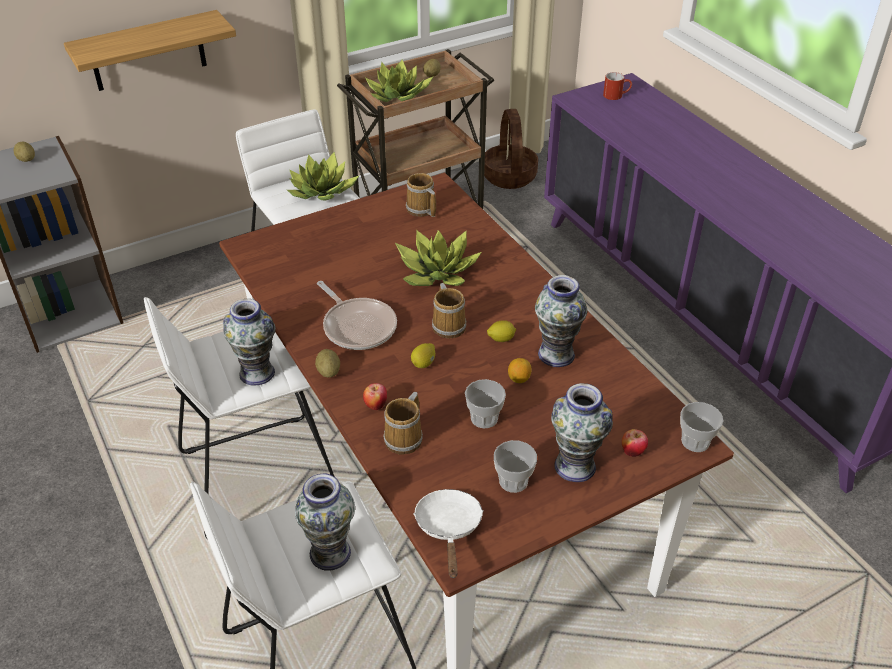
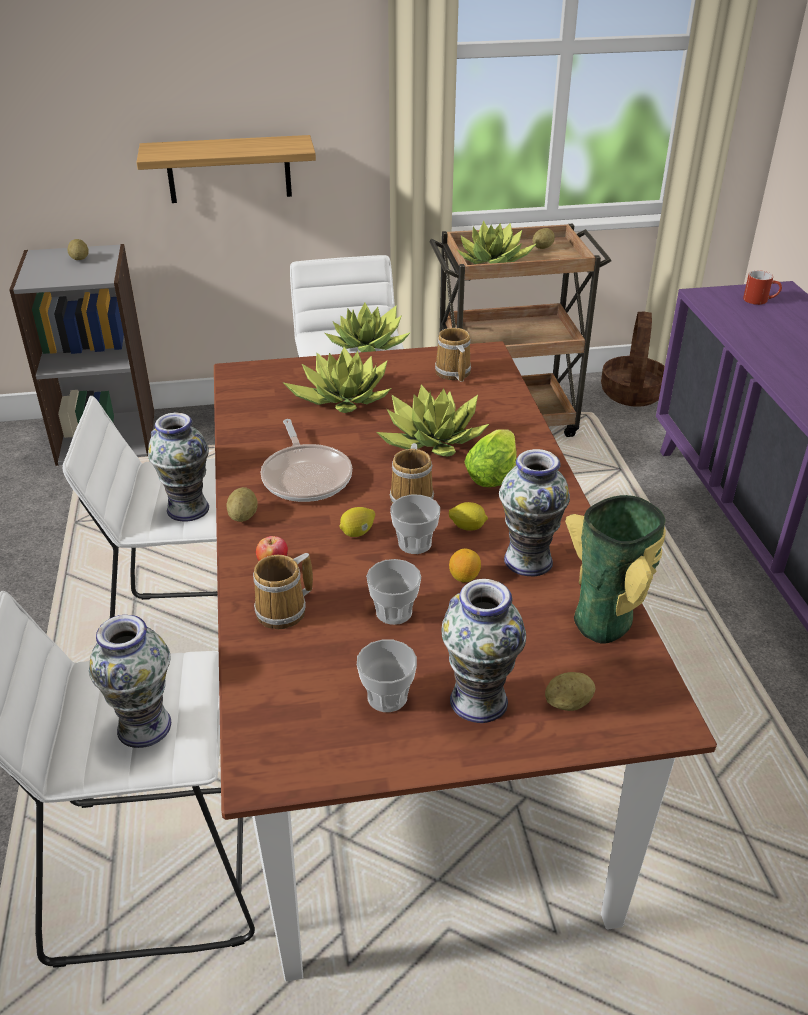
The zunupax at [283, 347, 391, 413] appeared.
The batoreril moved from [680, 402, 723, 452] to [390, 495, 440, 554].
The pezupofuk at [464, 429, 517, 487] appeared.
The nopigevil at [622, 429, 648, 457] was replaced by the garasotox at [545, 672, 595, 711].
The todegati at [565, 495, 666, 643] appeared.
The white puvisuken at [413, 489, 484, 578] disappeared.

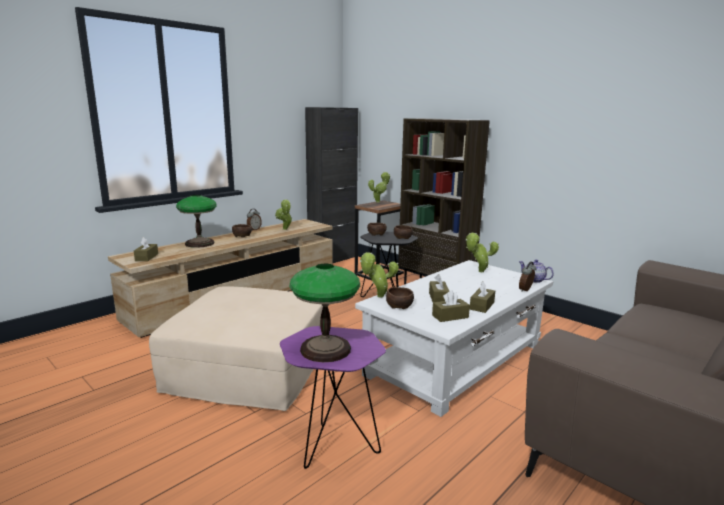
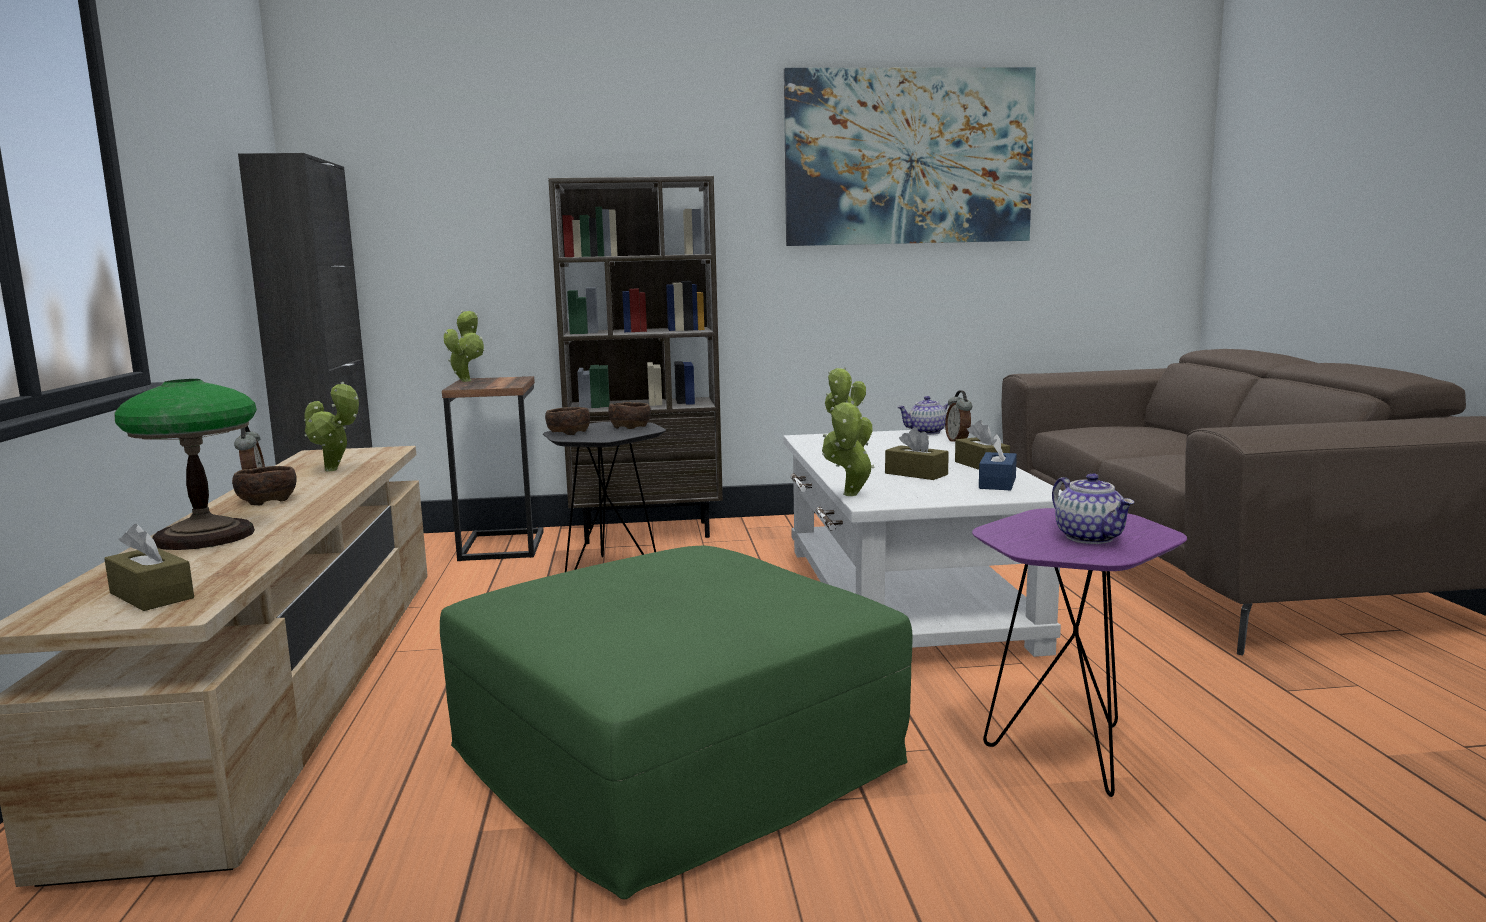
The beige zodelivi at [149, 286, 323, 411] became the green zodelivi at [440, 546, 912, 899].
The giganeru at [784, 67, 1036, 246] appeared.
The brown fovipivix at [432, 290, 470, 322] became the blue fovipivix at [979, 434, 1017, 491].
The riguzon at [290, 264, 360, 362] was replaced by the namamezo at [1052, 473, 1134, 544].
The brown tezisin at [386, 287, 414, 309] disappeared.

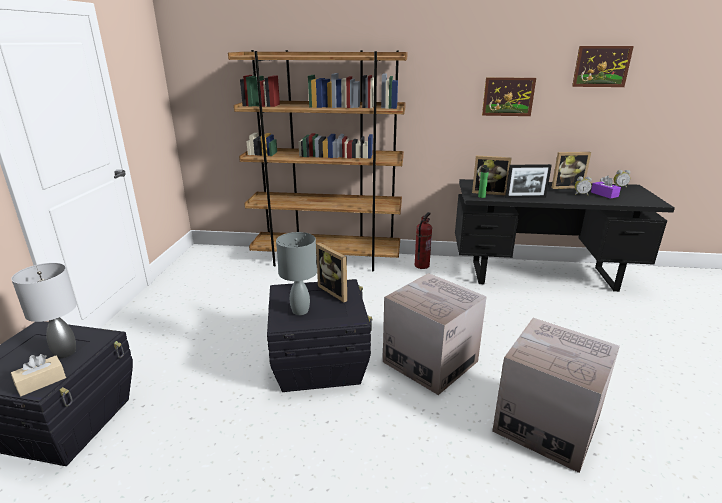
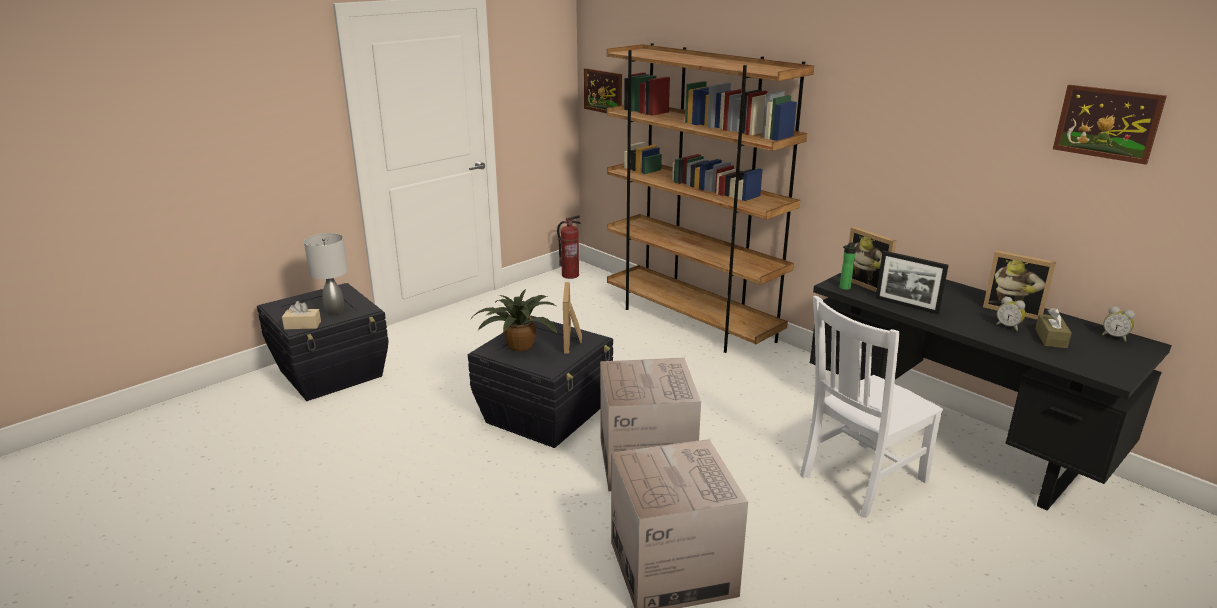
The grey riguzon at [276, 232, 317, 315] was replaced by the zunupax at [471, 289, 557, 351].
The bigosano moved from [414, 212, 432, 269] to [557, 215, 581, 279].
The giganeru moved from [482, 77, 536, 116] to [584, 68, 622, 113].
The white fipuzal at [800, 296, 943, 518] appeared.
The purple fovipivix at [591, 176, 621, 199] became the brown fovipivix at [1035, 308, 1072, 348].

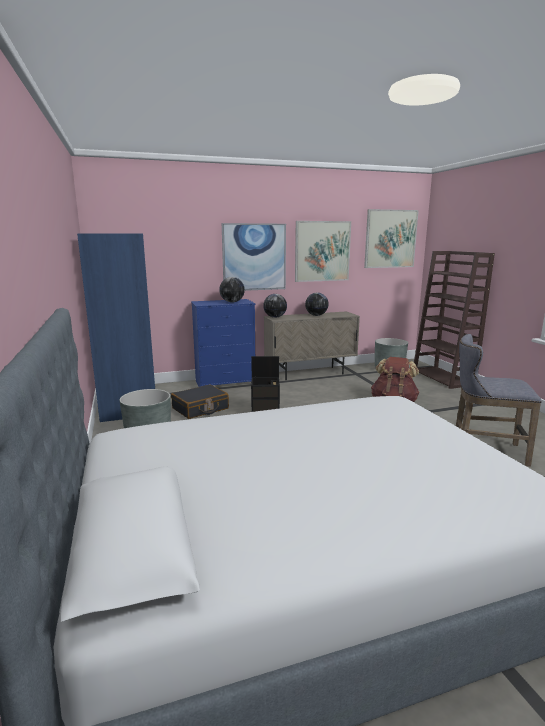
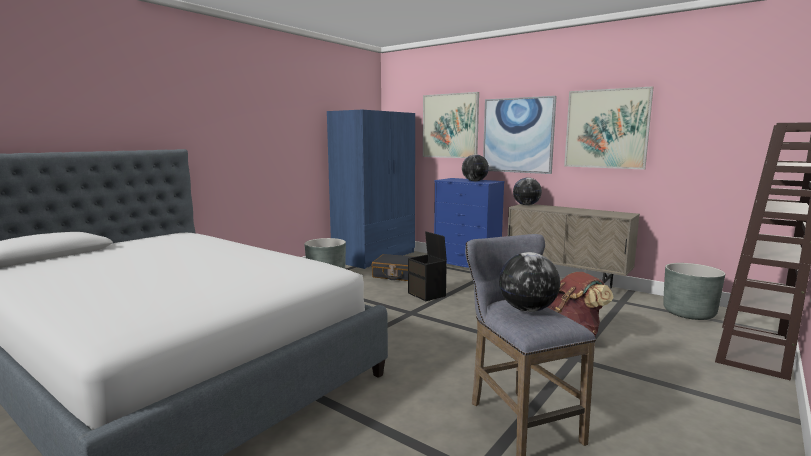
The giganeru moved from [364, 209, 419, 268] to [423, 92, 479, 158].
The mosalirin moved from [305, 293, 329, 316] to [499, 252, 560, 312].

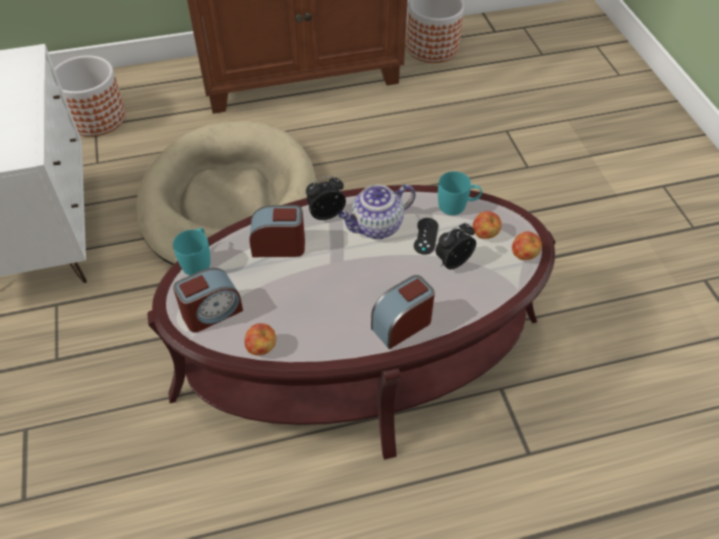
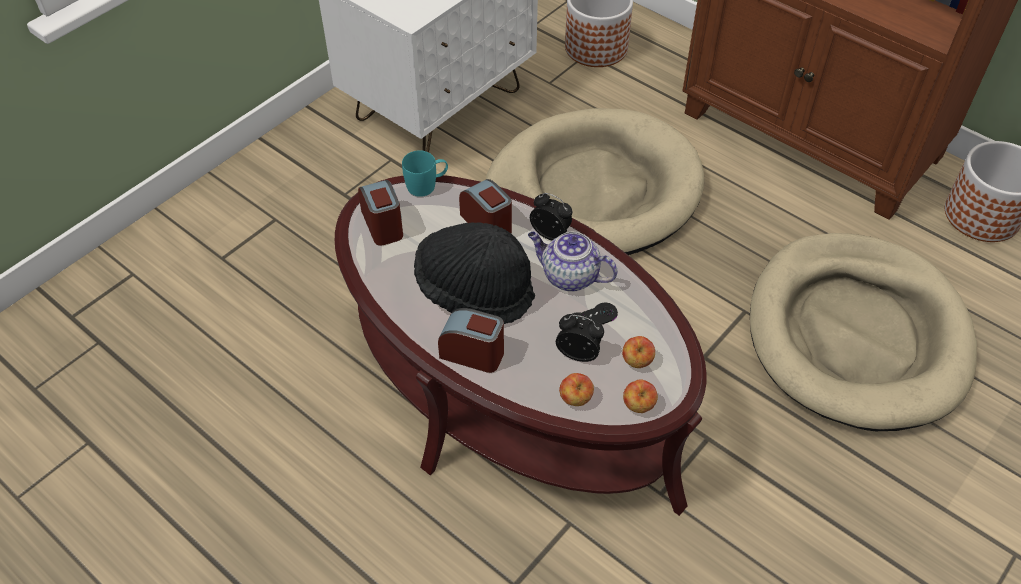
The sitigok at [173, 268, 243, 332] turned 135 degrees counterclockwise.
The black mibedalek at [414, 222, 535, 324] appeared.
The nopigevil moved from [244, 323, 276, 356] to [559, 373, 594, 406].
The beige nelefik at [750, 233, 977, 431] appeared.
The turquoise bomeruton at [438, 171, 482, 215] disappeared.

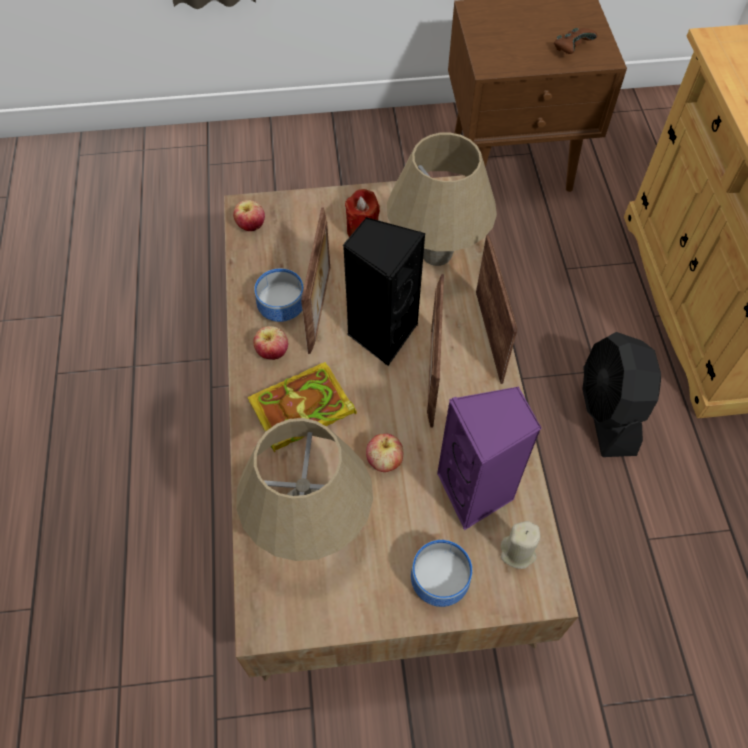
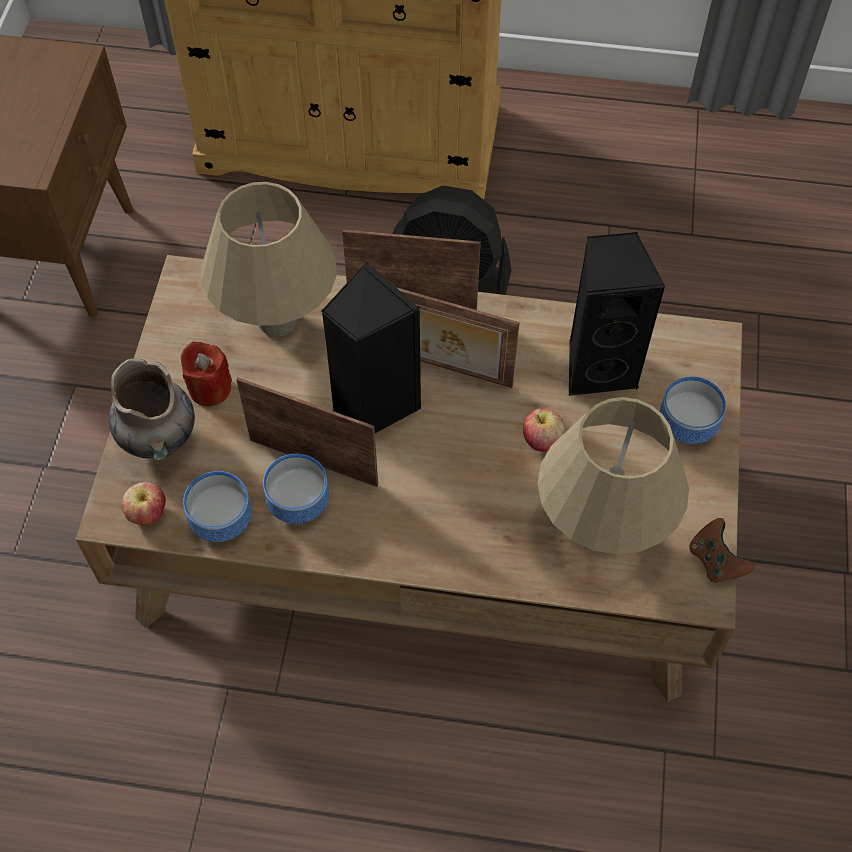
The grey todegati at [109, 359, 195, 460] appeared.
The tezisin at [183, 471, 252, 542] appeared.
The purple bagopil at [437, 387, 542, 530] became the black bagopil at [569, 232, 665, 396].
The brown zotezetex moved from [554, 28, 597, 54] to [689, 518, 755, 583].
The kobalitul at [248, 362, 357, 452] disappeared.
The nopigevil at [253, 326, 288, 360] disappeared.
The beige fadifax at [501, 521, 540, 569] disappeared.

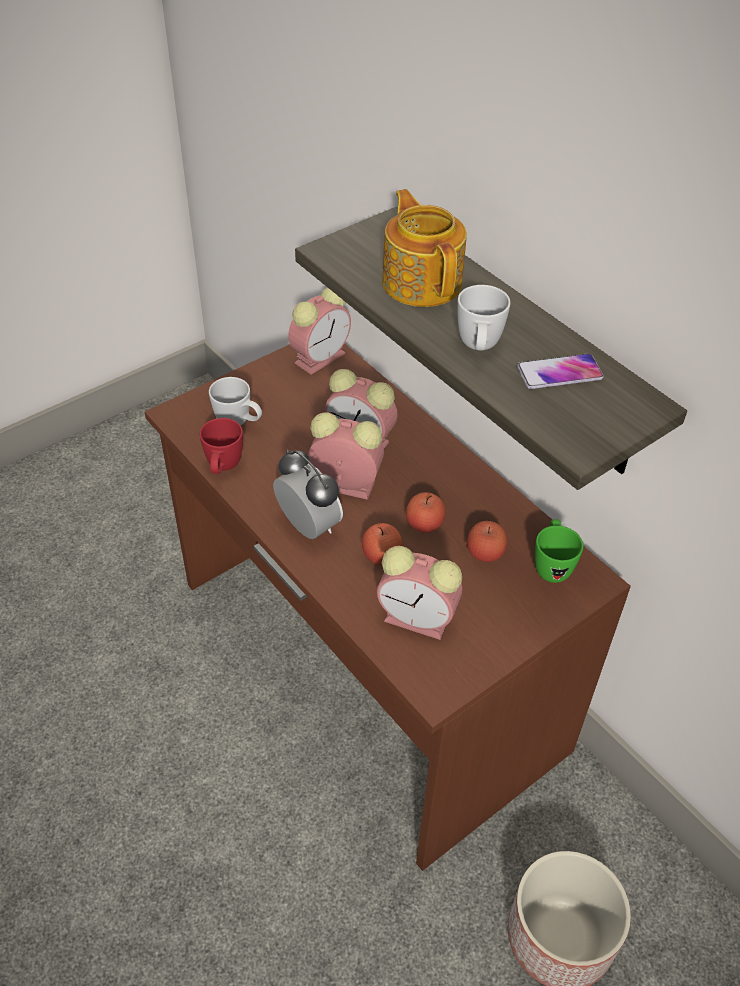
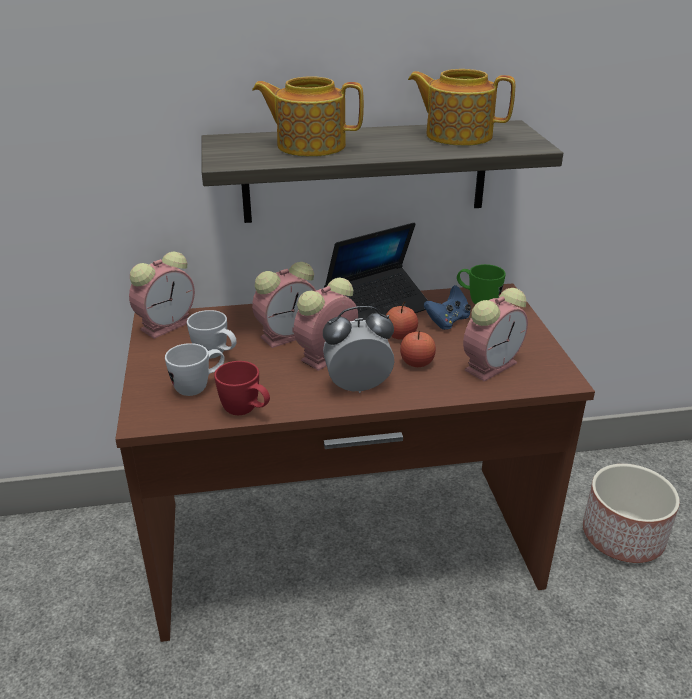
The sitigok at [288, 287, 351, 375] turned 60 degrees clockwise.
The white bomeruton moved from [457, 285, 510, 351] to [187, 310, 237, 359].
The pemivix at [324, 222, 428, 320] appeared.
The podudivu at [517, 354, 604, 389] was replaced by the namamezo at [408, 69, 515, 146].
The nopigevil at [467, 521, 508, 562] was replaced by the blue zotezetex at [424, 285, 471, 330].

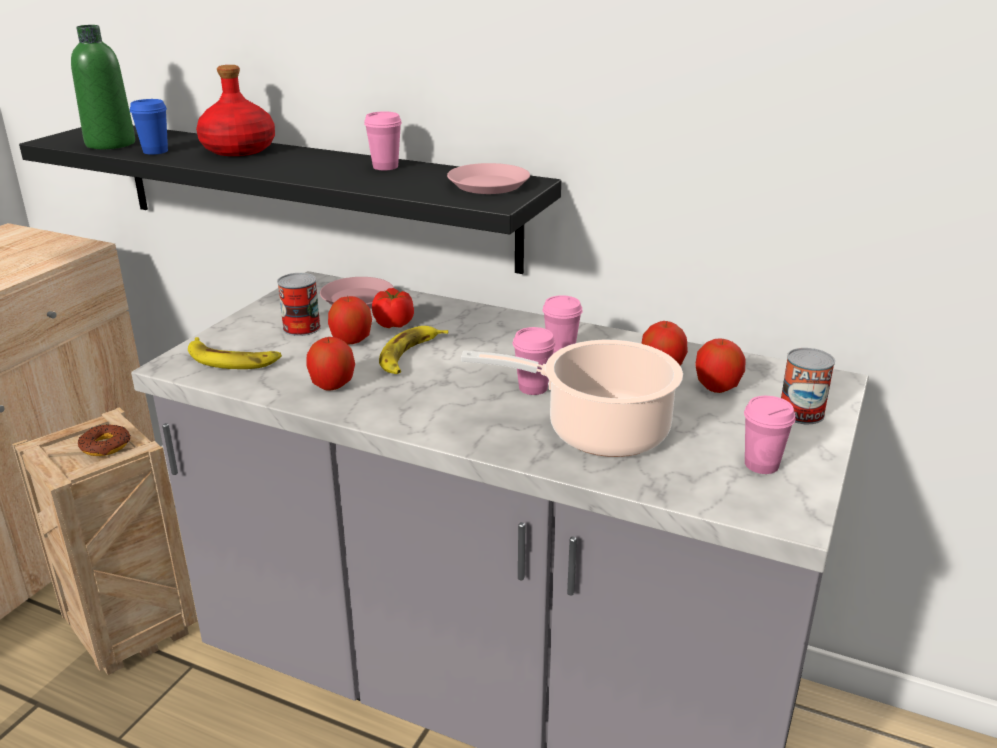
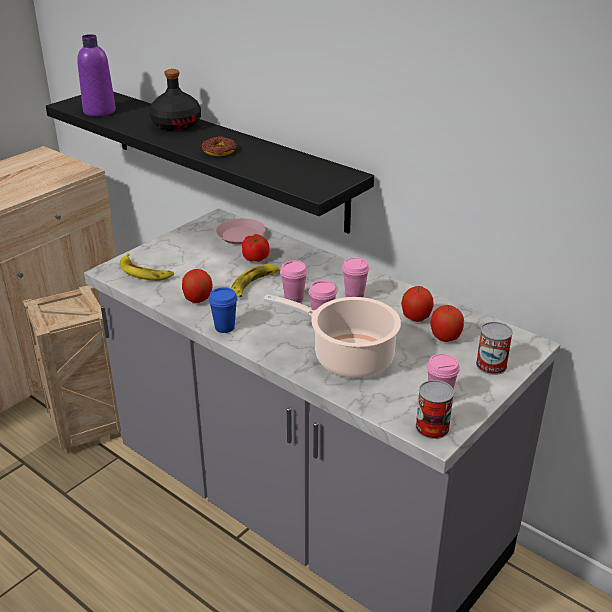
The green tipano at [71, 25, 135, 149] became the purple tipano at [77, 34, 116, 116].
The red tipano at [196, 65, 275, 156] became the black tipano at [149, 69, 201, 131].
The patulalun moved from [78, 424, 131, 456] to [202, 137, 237, 156].
The blue batoreril moved from [130, 99, 168, 155] to [208, 287, 238, 333].
The pink batoreril moved from [364, 111, 402, 170] to [280, 261, 308, 303].
The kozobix moved from [277, 273, 321, 336] to [415, 380, 454, 439].
The nopigevil at [328, 296, 372, 345] disappeared.
The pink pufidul at [447, 163, 530, 194] disappeared.

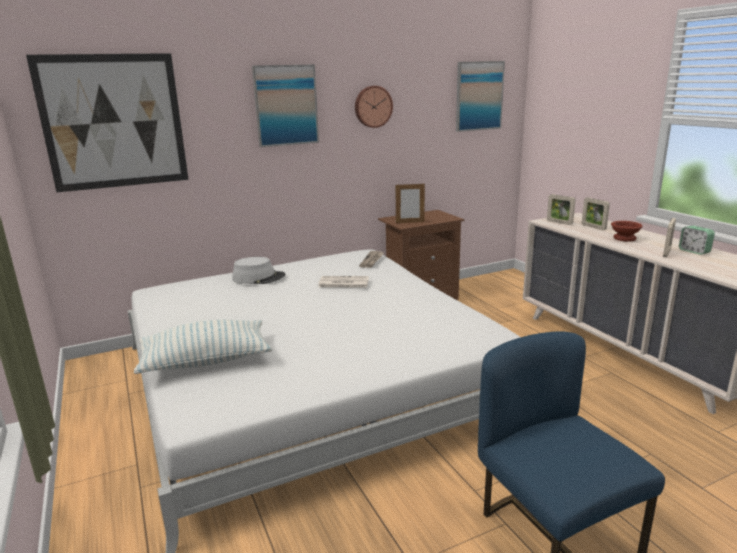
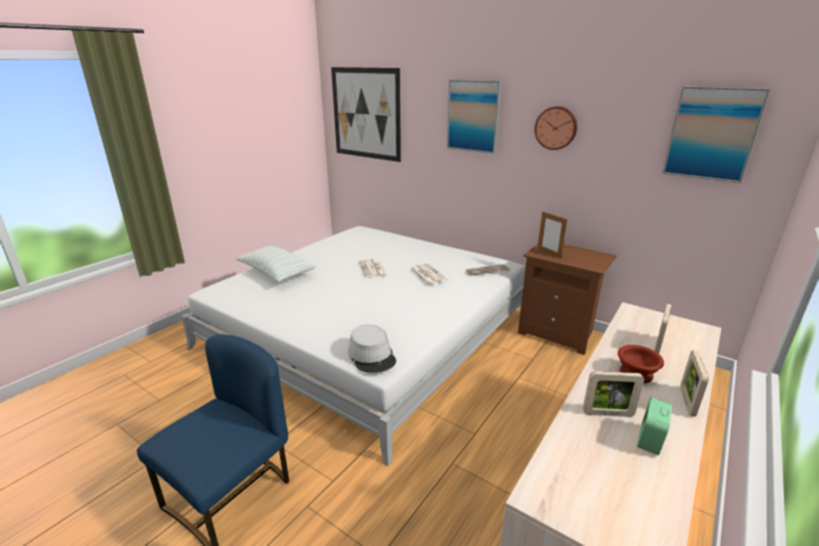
The grey mibedalek moved from [233, 257, 285, 284] to [348, 324, 396, 373].
The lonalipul at [359, 259, 387, 278] appeared.
The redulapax moved from [547, 194, 576, 225] to [680, 351, 709, 417].

